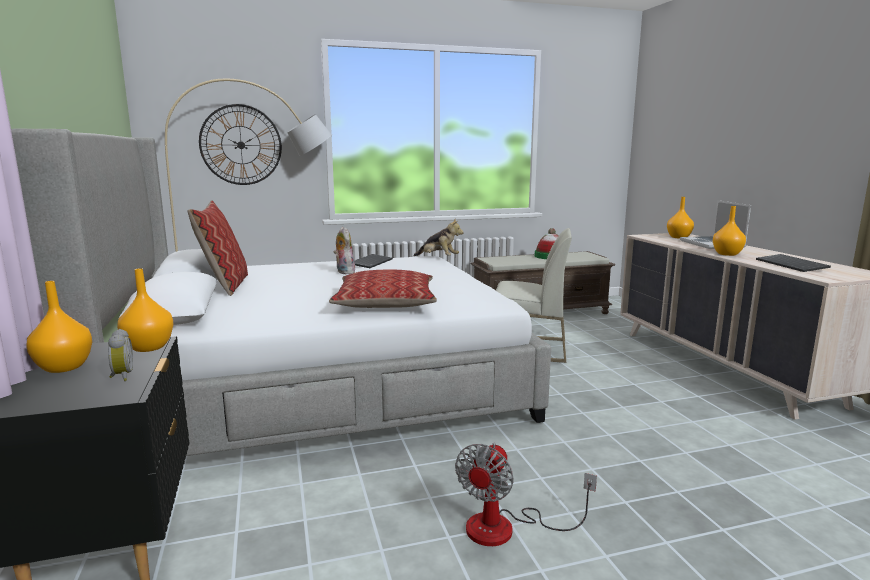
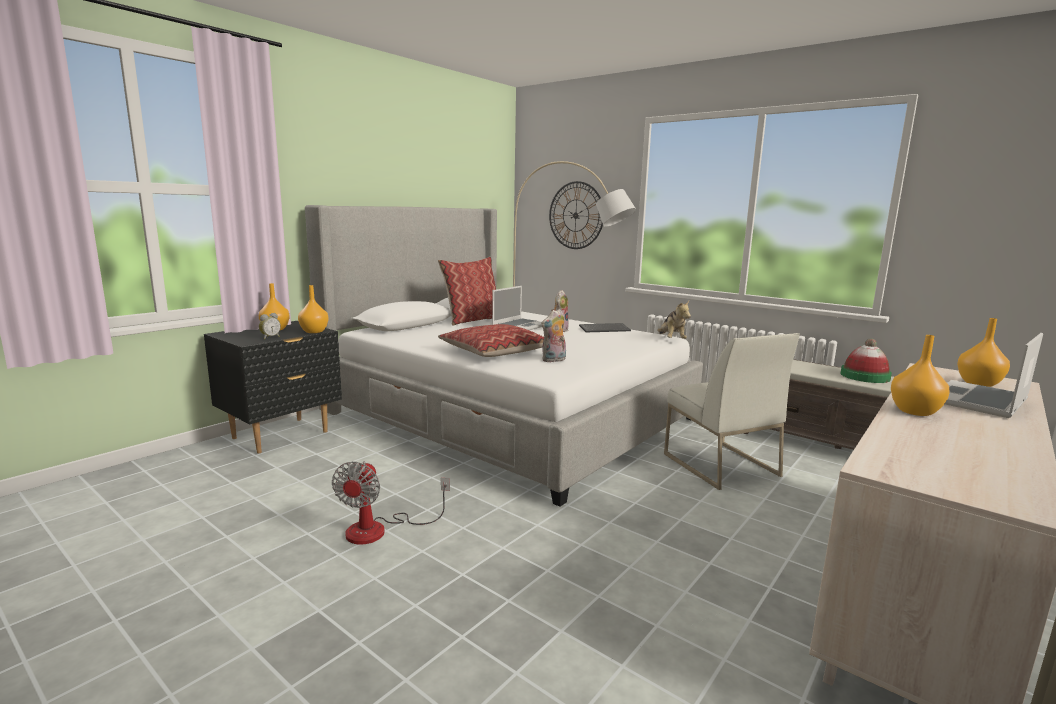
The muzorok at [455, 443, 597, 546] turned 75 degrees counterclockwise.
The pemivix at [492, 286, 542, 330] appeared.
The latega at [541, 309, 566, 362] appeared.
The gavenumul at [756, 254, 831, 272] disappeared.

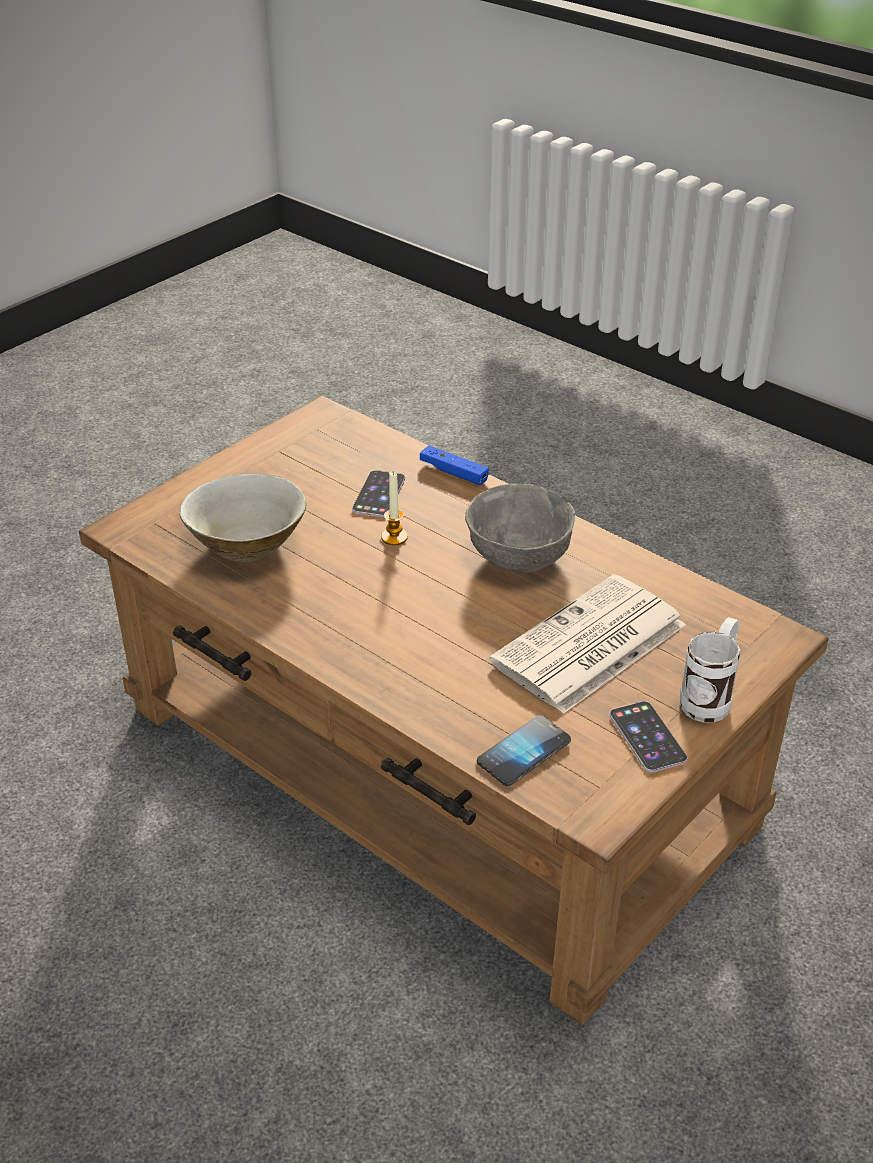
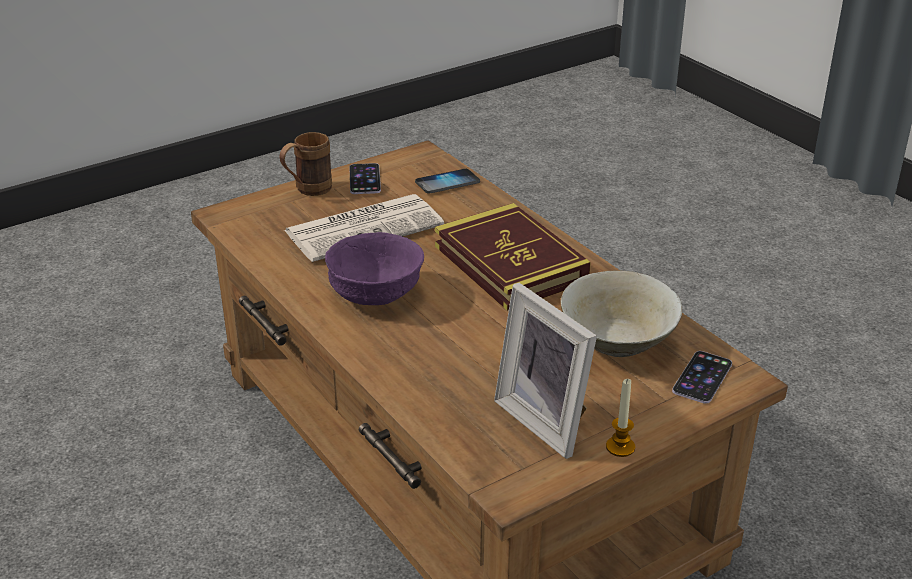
The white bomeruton at [680, 617, 740, 723] became the brown bomeruton at [279, 132, 332, 196].
The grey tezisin at [465, 484, 575, 572] became the purple tezisin at [325, 232, 424, 305].
The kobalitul at [435, 203, 591, 311] appeared.
The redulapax at [494, 283, 597, 459] appeared.
The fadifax moved from [381, 472, 408, 545] to [606, 378, 635, 457].
The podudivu moved from [352, 470, 405, 517] to [672, 351, 732, 404].
The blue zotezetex at [420, 446, 489, 485] disappeared.

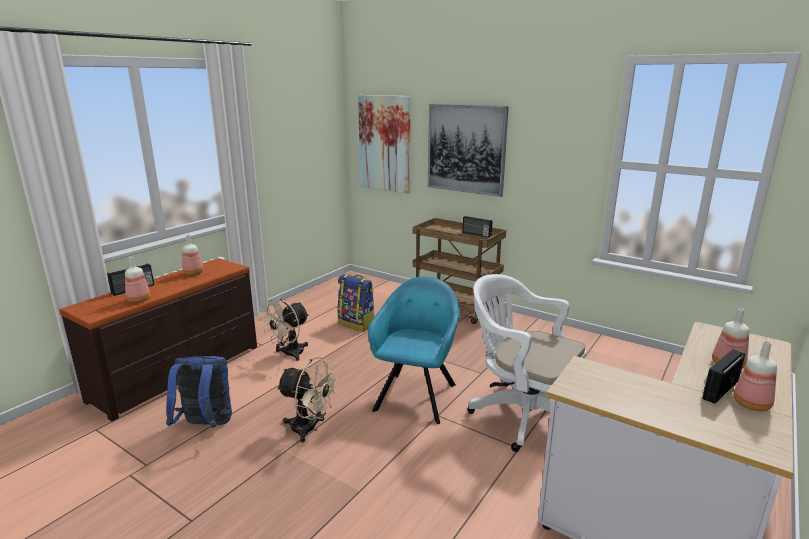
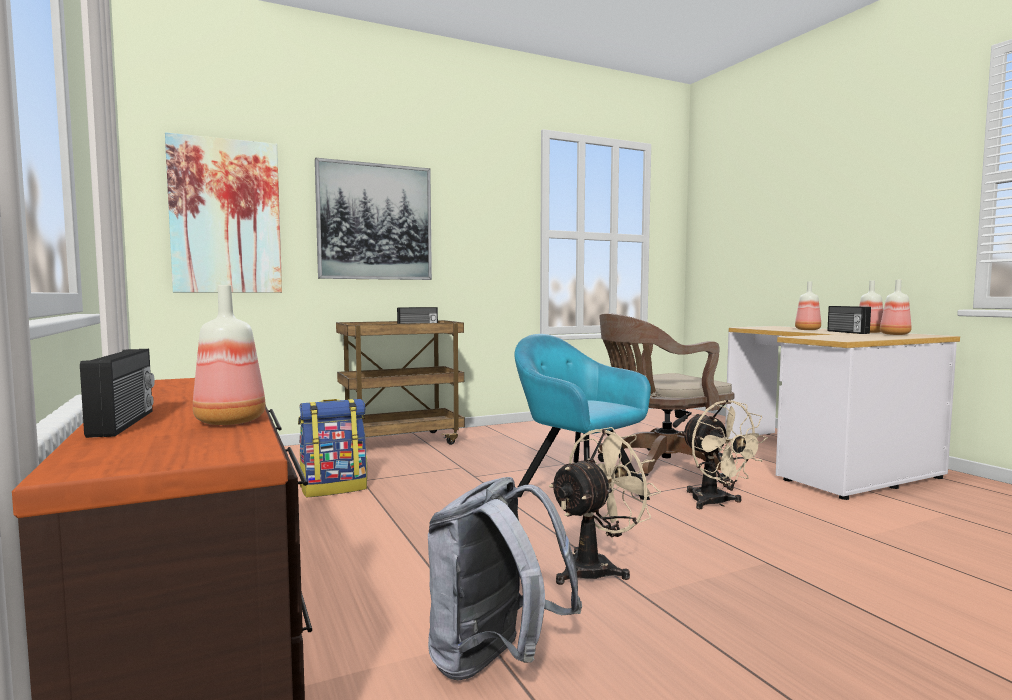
The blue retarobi at [166, 356, 232, 428] became the grey retarobi at [428, 477, 582, 680].
The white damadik at [467, 274, 586, 452] became the brown damadik at [598, 314, 734, 483].
The beige muzorok moved from [259, 298, 309, 361] to [681, 399, 768, 509].
The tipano moved from [182, 235, 203, 275] to [880, 280, 911, 335].

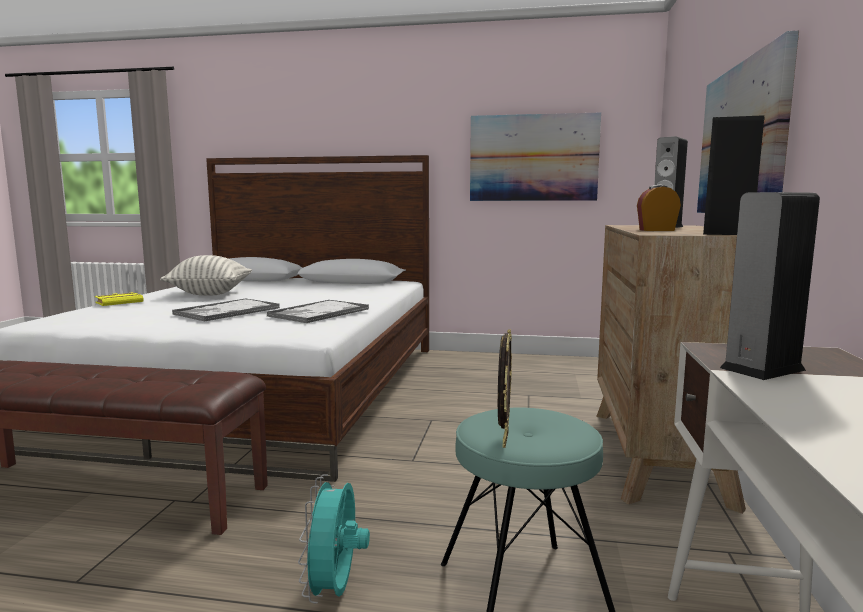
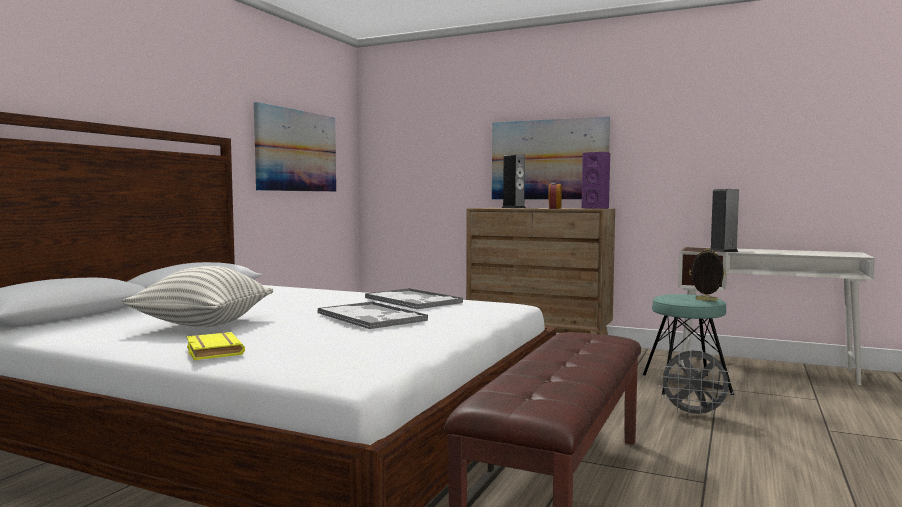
The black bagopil at [703, 115, 765, 235] became the purple bagopil at [581, 152, 610, 209].
The turquoise muzorok at [298, 474, 370, 603] became the grey muzorok at [659, 349, 734, 419].

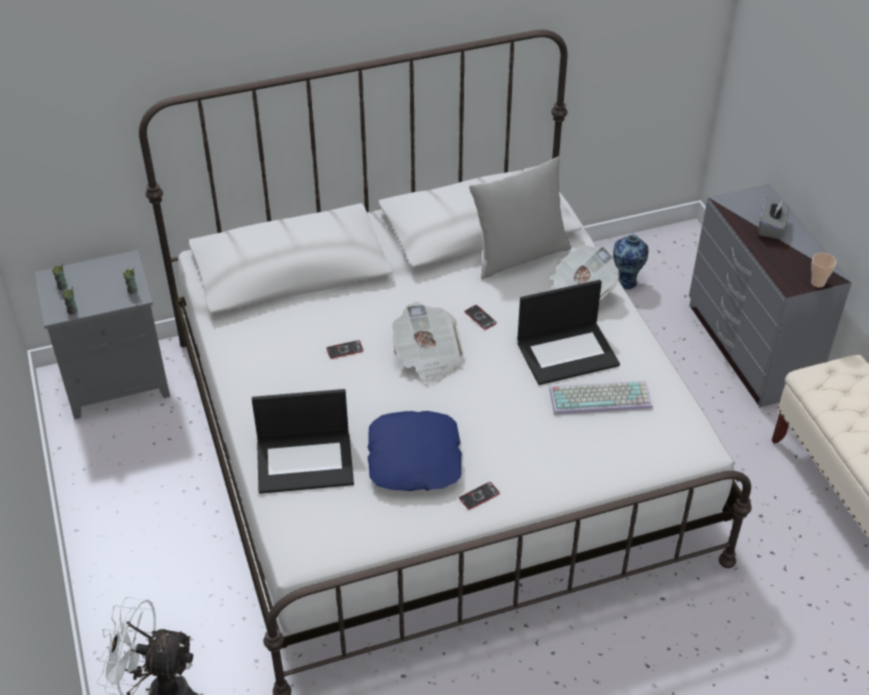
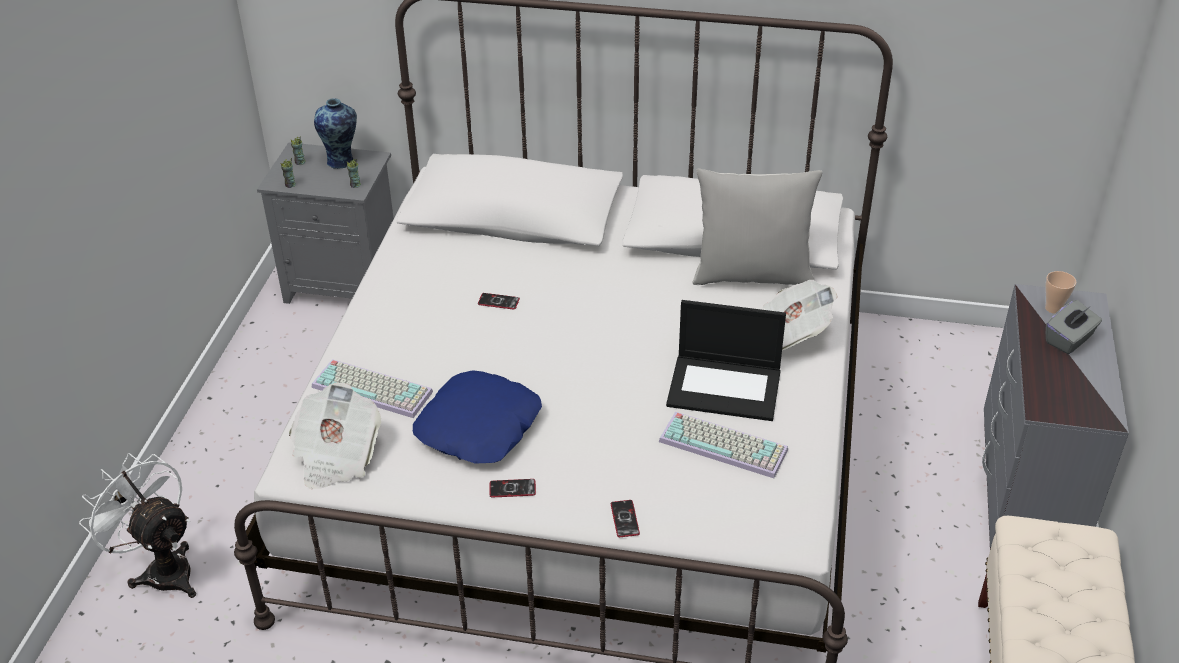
The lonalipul moved from [392, 302, 464, 386] to [289, 383, 381, 489].
The pemivix at [252, 389, 354, 494] was replaced by the gavenumul at [312, 359, 433, 418].
The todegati moved from [613, 235, 648, 290] to [314, 98, 357, 169].
The podudivu moved from [464, 305, 497, 330] to [611, 500, 640, 537].
The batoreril moved from [811, 253, 837, 288] to [1045, 271, 1076, 314].

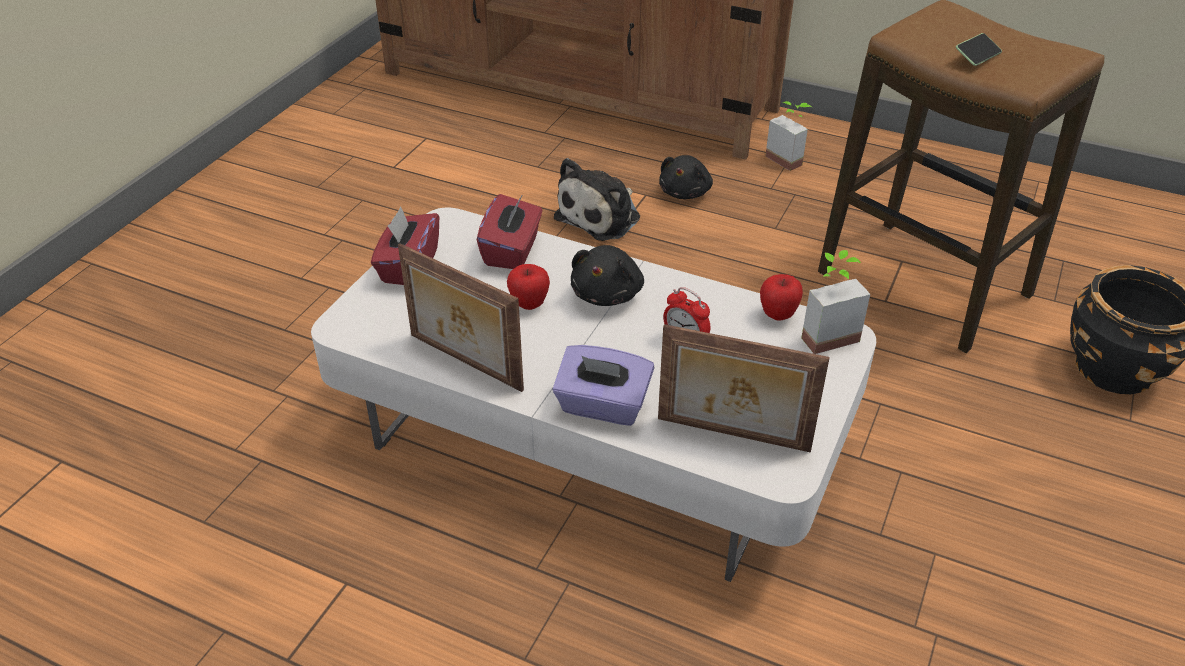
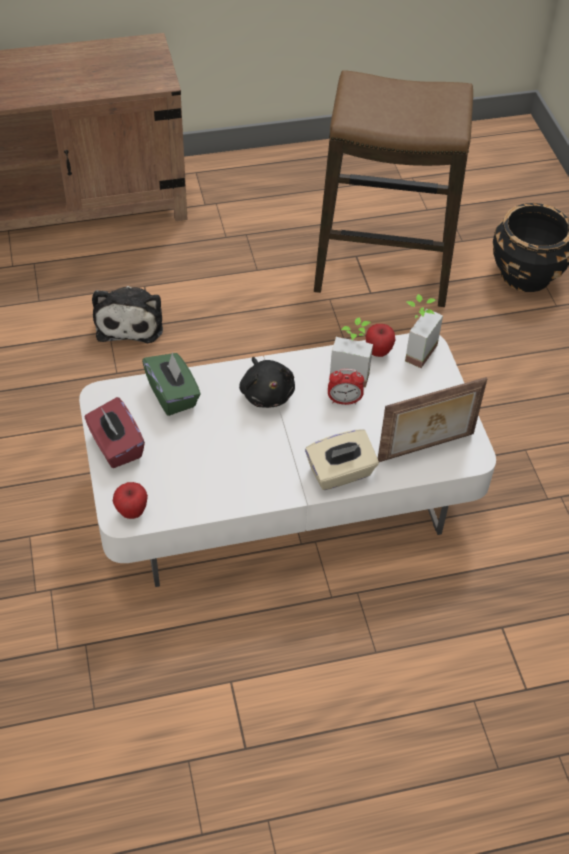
The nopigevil moved from [507, 264, 550, 310] to [113, 482, 148, 519].
The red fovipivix at [477, 194, 543, 269] became the green fovipivix at [142, 352, 201, 416].
The purple fovipivix at [552, 345, 654, 426] became the beige fovipivix at [305, 429, 379, 490].
The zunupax moved from [765, 101, 812, 171] to [330, 317, 373, 388].
The redulapax at [398, 243, 524, 392] disappeared.
The black latega at [659, 155, 713, 199] disappeared.
The podudivu at [956, 33, 1002, 66] disappeared.

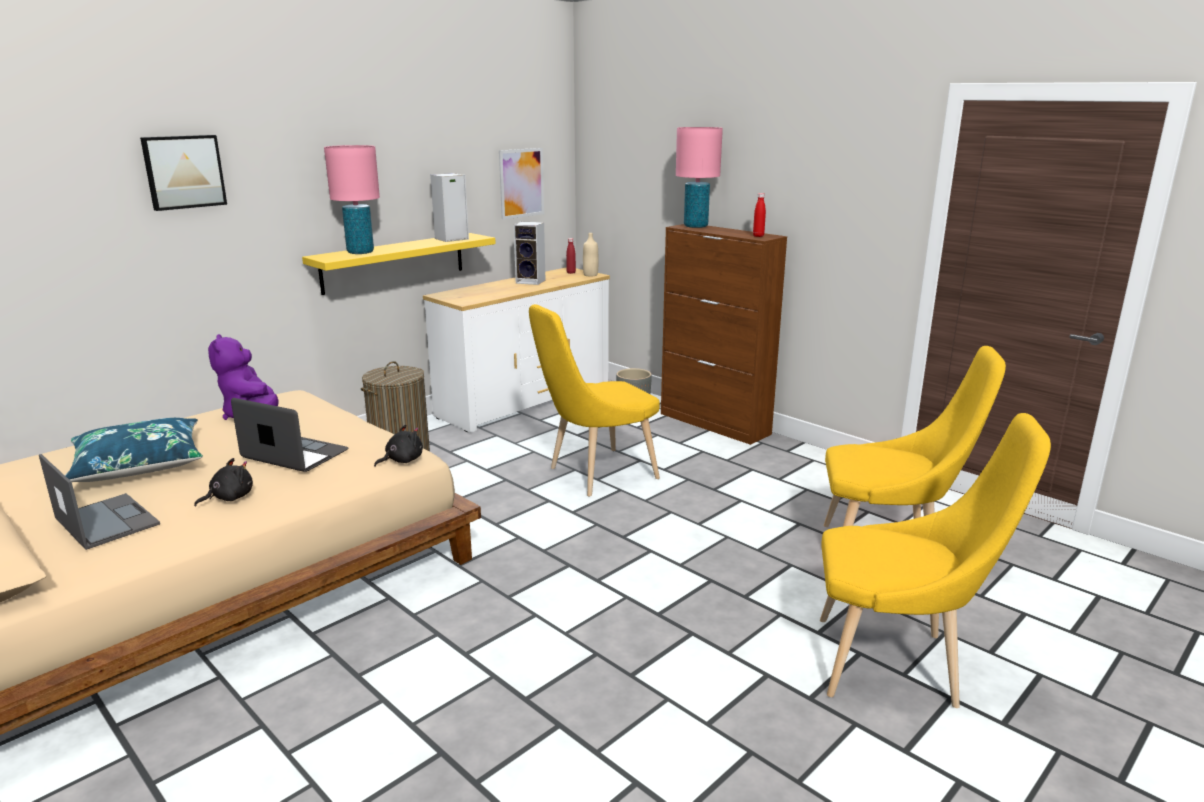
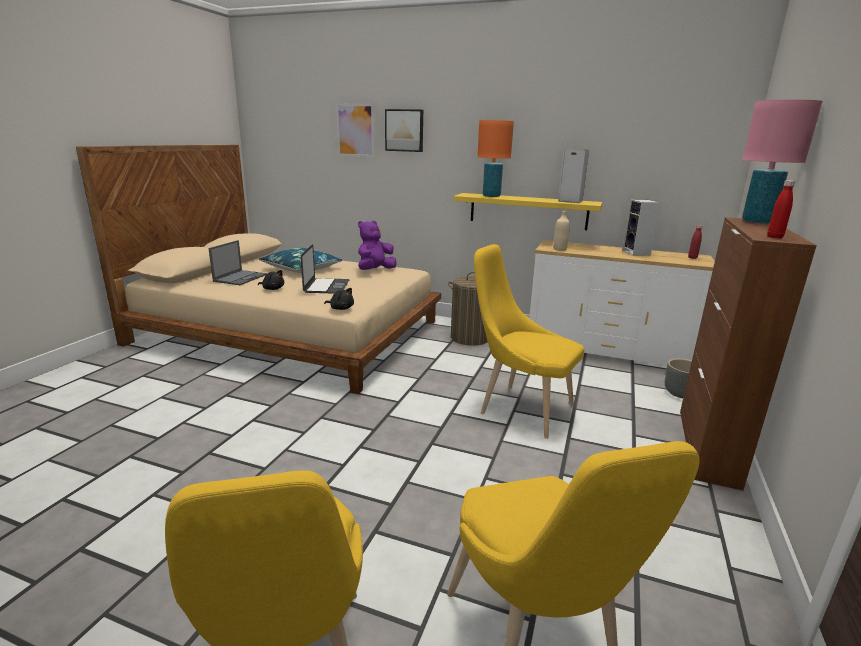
The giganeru moved from [499, 148, 544, 219] to [336, 104, 375, 157].
The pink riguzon at [324, 145, 380, 254] became the orange riguzon at [477, 120, 514, 197].
The beige tipano moved from [583, 233, 598, 276] to [553, 211, 570, 251].

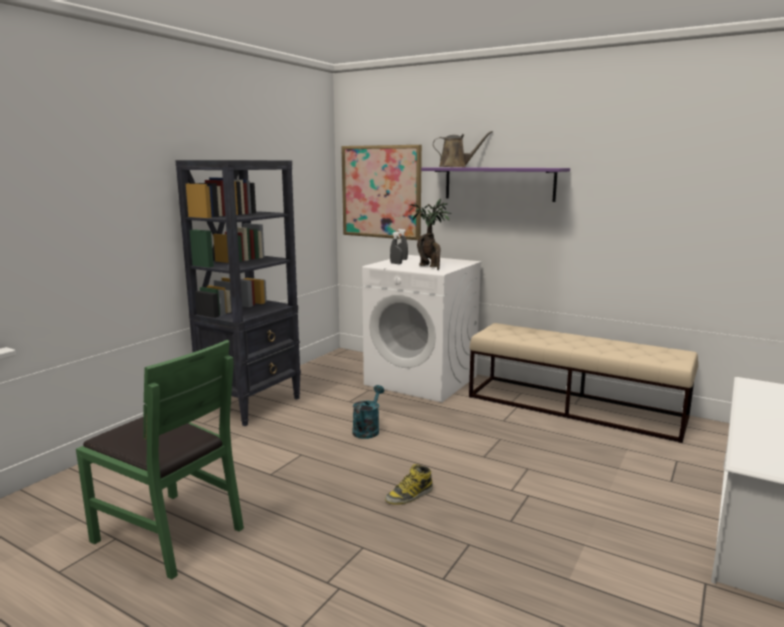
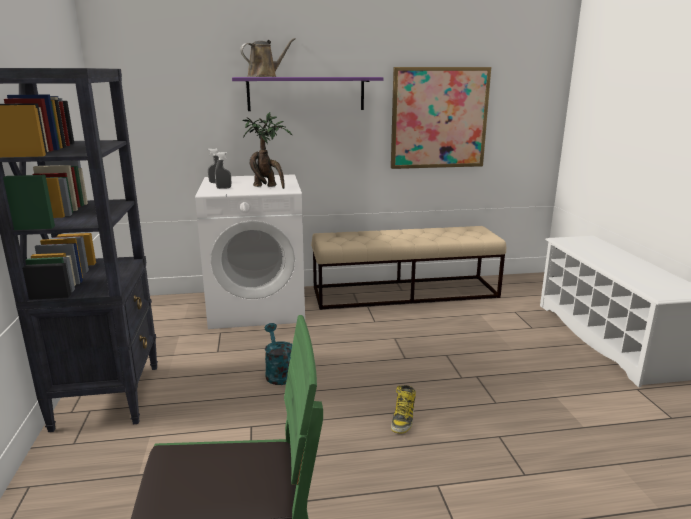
The giganeru moved from [341, 145, 422, 240] to [391, 67, 491, 169].

